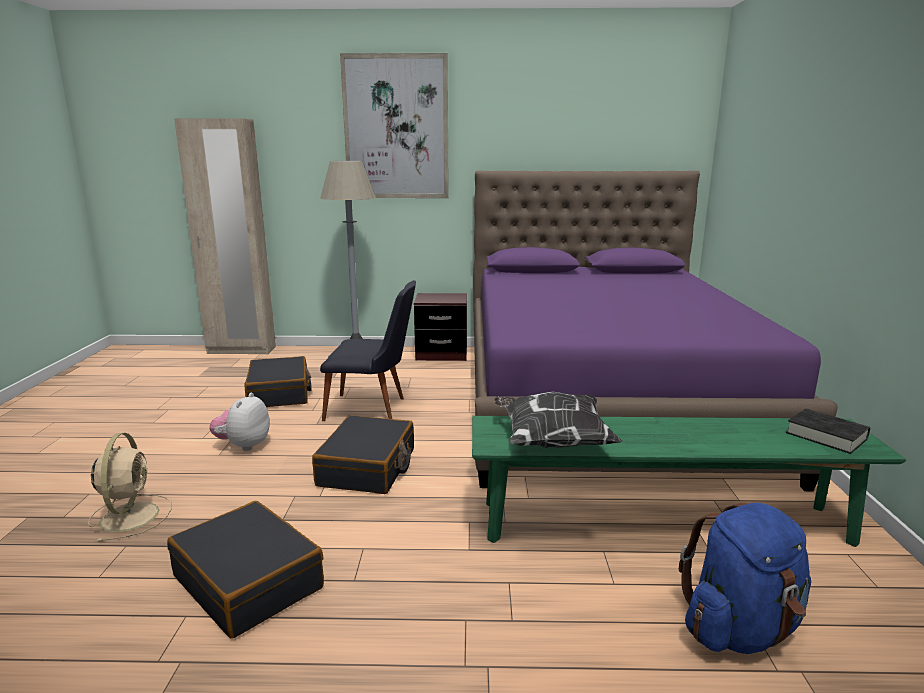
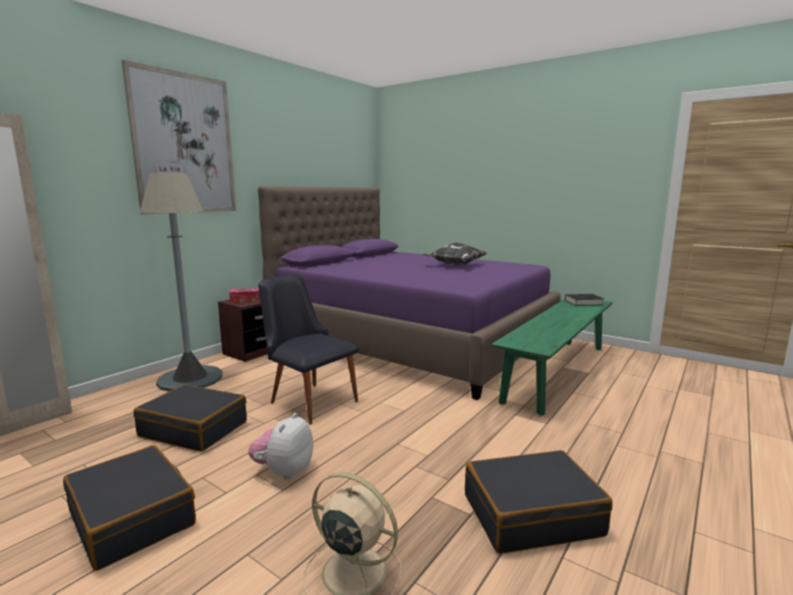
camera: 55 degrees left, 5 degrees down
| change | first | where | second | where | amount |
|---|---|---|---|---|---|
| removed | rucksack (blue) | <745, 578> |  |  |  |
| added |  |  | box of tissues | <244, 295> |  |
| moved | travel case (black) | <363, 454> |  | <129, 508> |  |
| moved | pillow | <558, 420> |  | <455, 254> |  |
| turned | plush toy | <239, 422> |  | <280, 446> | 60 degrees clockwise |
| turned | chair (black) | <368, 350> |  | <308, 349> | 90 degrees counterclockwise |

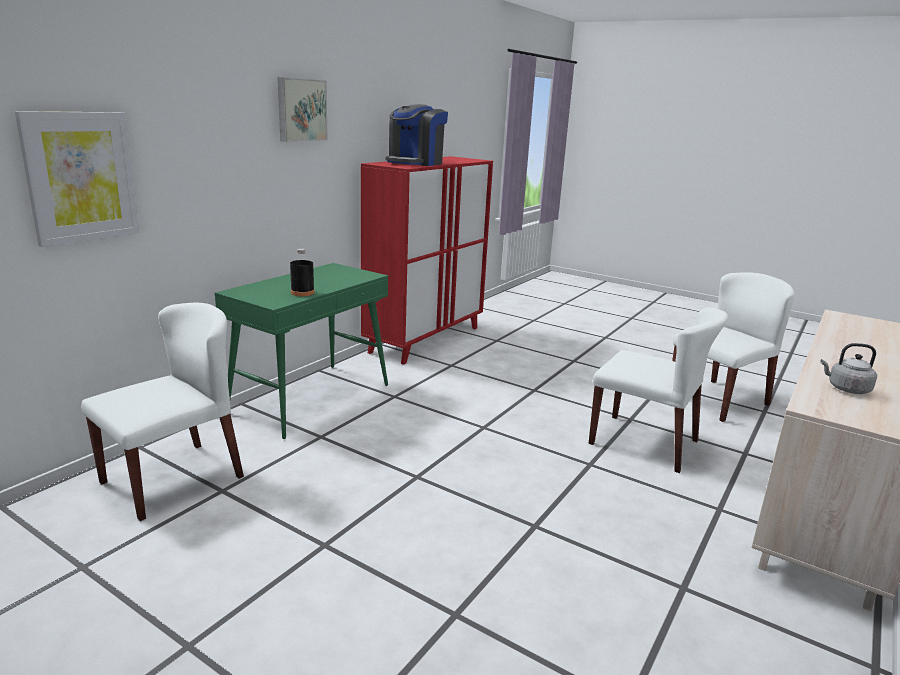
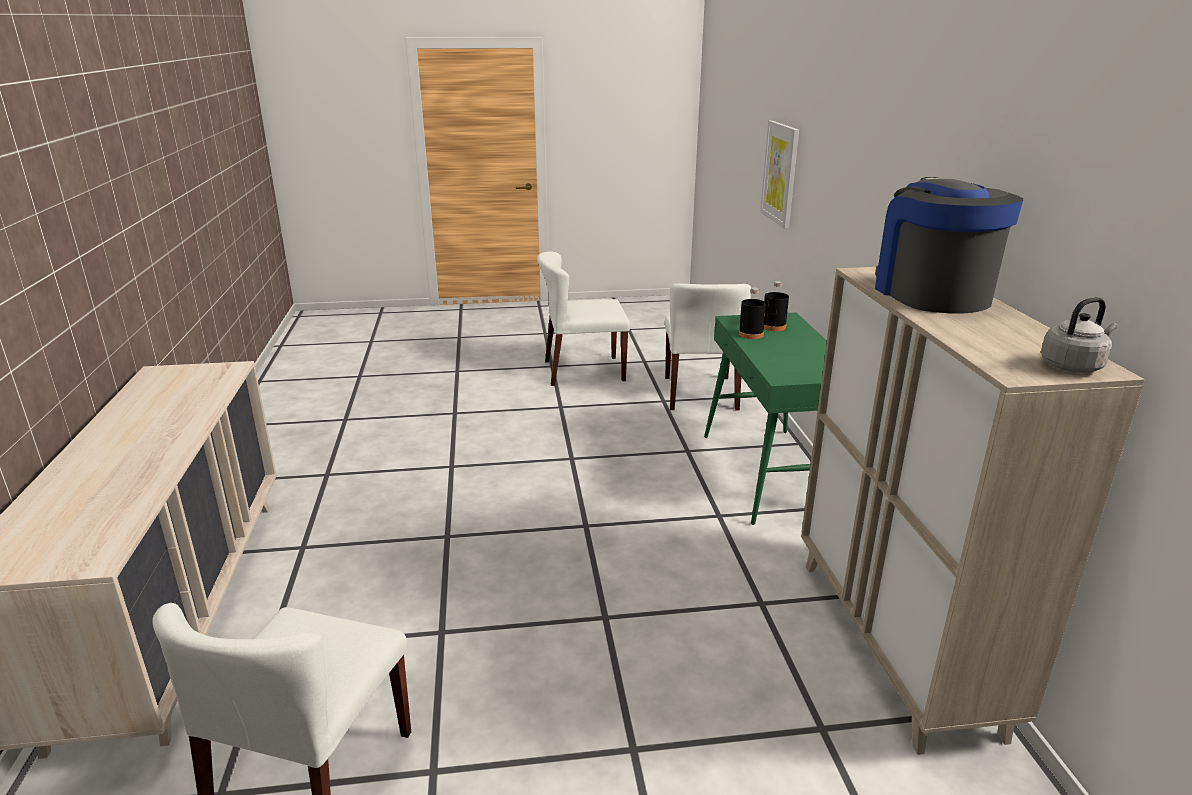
camera: 140 degrees right, 5 degrees up
| change | first | where | second | where | amount |
|---|---|---|---|---|---|
| removed | wall art | <303, 109> |  |  |  |
| added |  |  | bottle (black) | <776, 306> |  |
| moved | chair (whitish) | <658, 390> |  | <583, 318> |  |
| moved | water kettle (grey) | <848, 368> |  | <1079, 335> |  |
| recoloured | cabinet (red) | <427, 260> | cabinet (beige) | <973, 511> |  |

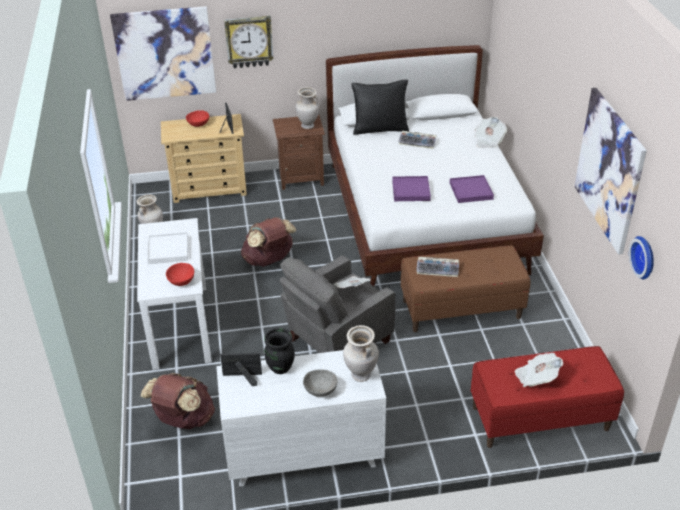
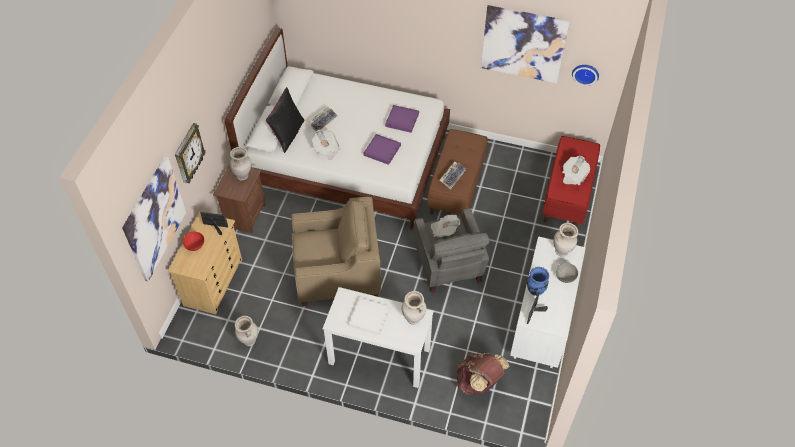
camera: 65 degrees left, 15 degrees up
| change | first | where | second | where | amount |
|---|---|---|---|---|---|
| moved | daily paper | <491, 132> |  | <326, 145> |  |
| replaced | bowl (red) | <180, 274> | flower vase (beige) | <414, 308> |  |
| replaced | rucksack (brown-coloured) | <269, 242> | easy chair (beige) | <336, 252> |  |
| recoloured | flower vase (black) | <279, 351> | flower vase (blue) | <538, 281> |  |

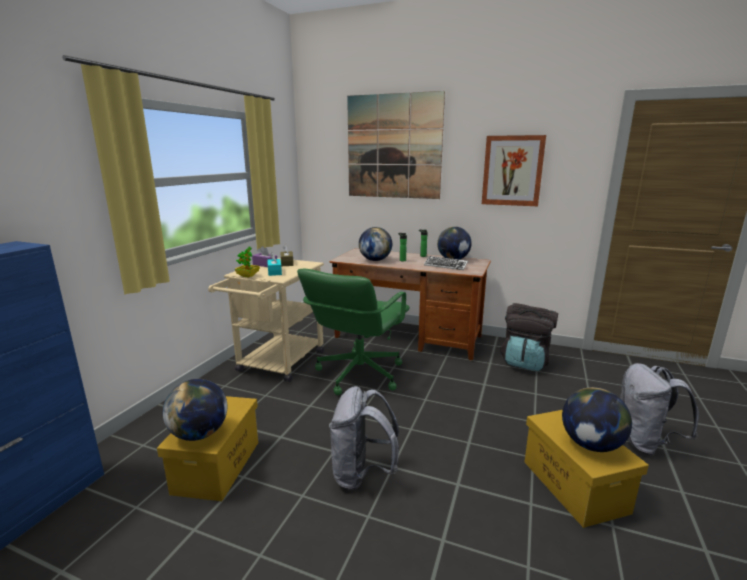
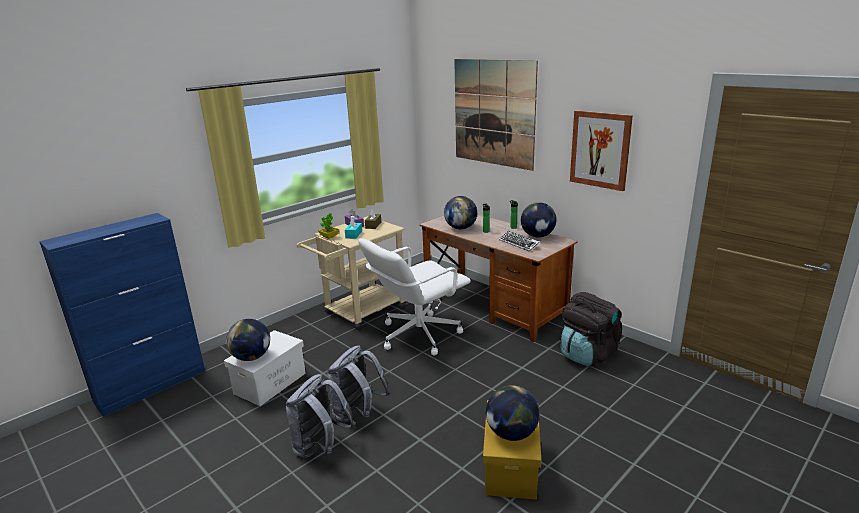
camera: 25 degrees right, 5 degrees up
| change | first | where | second | where | amount |
|---|---|---|---|---|---|
| moved | rucksack (grey) | <659, 409> |  | <320, 416> |  |
| recoloured | storage container (yellowish) | <207, 448> | storage container (whitish) | <265, 368> |  |
| recoloured | office chair (green) | <353, 332> | office chair (whitish) | <414, 297> |  |

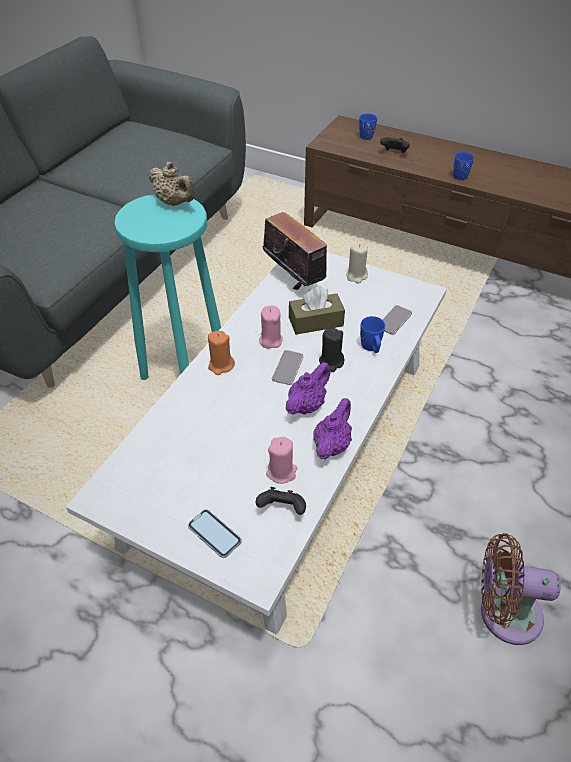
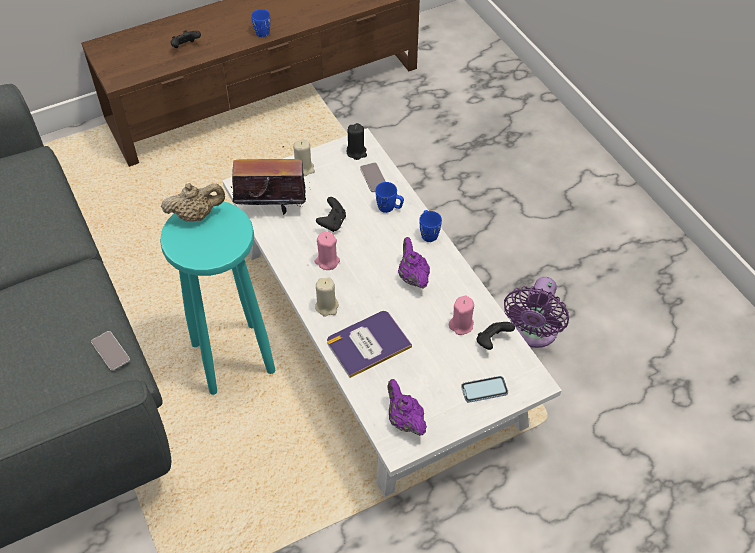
camera: 55 degrees left, 5 degrees up
| change | first | where | second | where | amount |
|---|---|---|---|---|---|
| removed | cooling fan (brown-coloured) | <521, 589> |  |  |  |
| added |  |  | bound book | <369, 344> |  |
| added |  |  | cooling fan (purple-coloured) | <536, 312> |  |
| moved | phone | <288, 367> |  | <110, 351> |  |
| moved | teapot (purple-coloured) | <332, 428> |  | <407, 407> |  |
| moved | wax candle (black) | <331, 349> |  | <357, 141> |  |
| moved | mug (blue) | <368, 126> |  | <430, 226> |  |
| replaced | box of tissues (brown-coloured) | <317, 311> | gamepad (black) | <331, 214> |  |
| recoloured | wax candle (orange-coloured) | <221, 353> | wax candle (beige) | <327, 296> |  |

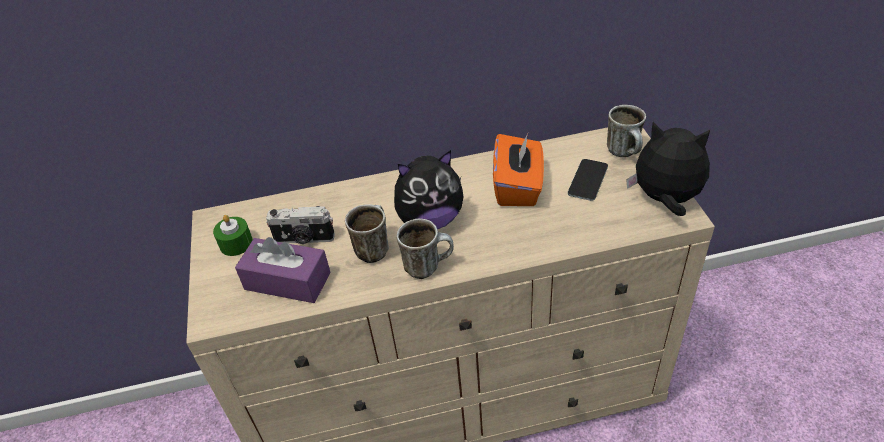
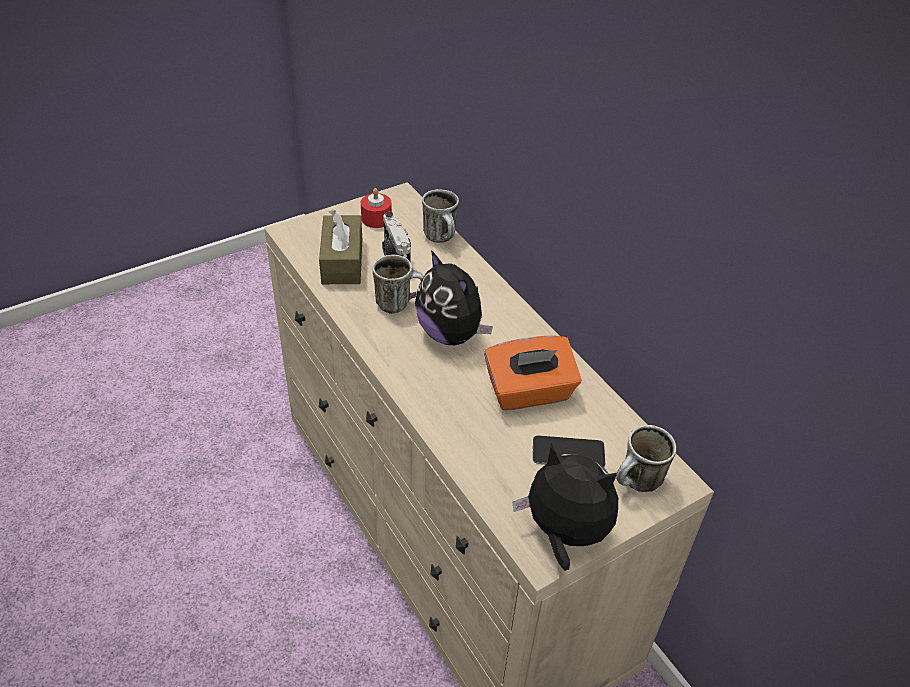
camera: 65 degrees right, 0 degrees up
| change | first | where | second | where | amount |
|---|---|---|---|---|---|
| moved | mug | <425, 249> |  | <440, 216> |  |
| recoloured | wax candle (green) | <233, 235> | wax candle (red) | <376, 208> |  |
| recoloured | box of tissues (purple-coloured) | <283, 270> | box of tissues (brown-coloured) | <340, 247> |  |
| turned | plush toy | <668, 169> |  | <565, 507> | 60 degrees counterclockwise |

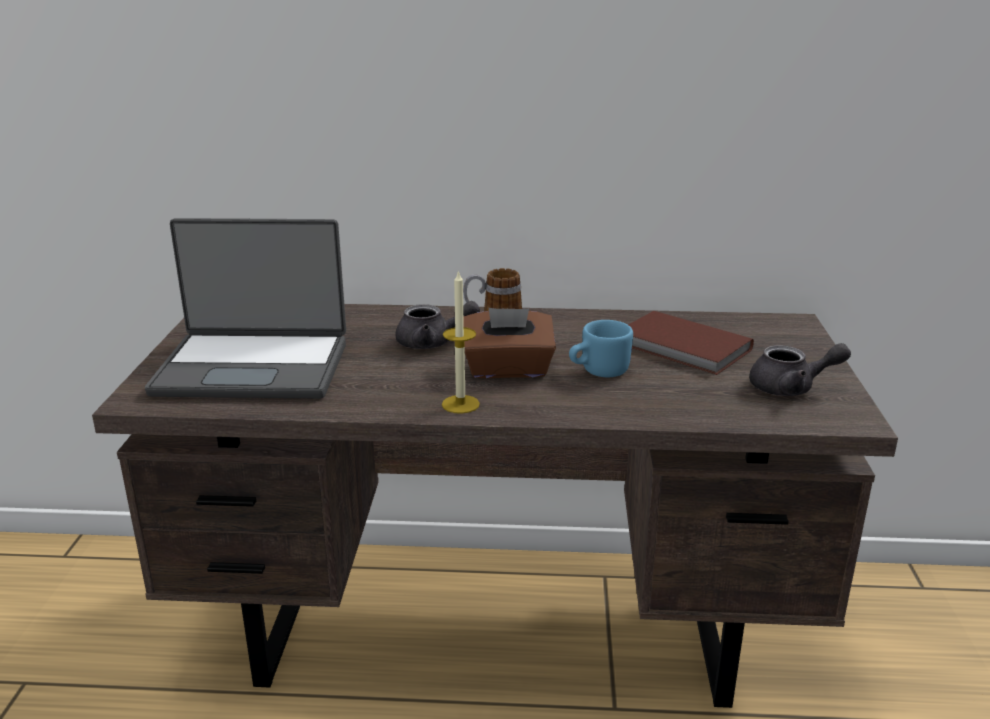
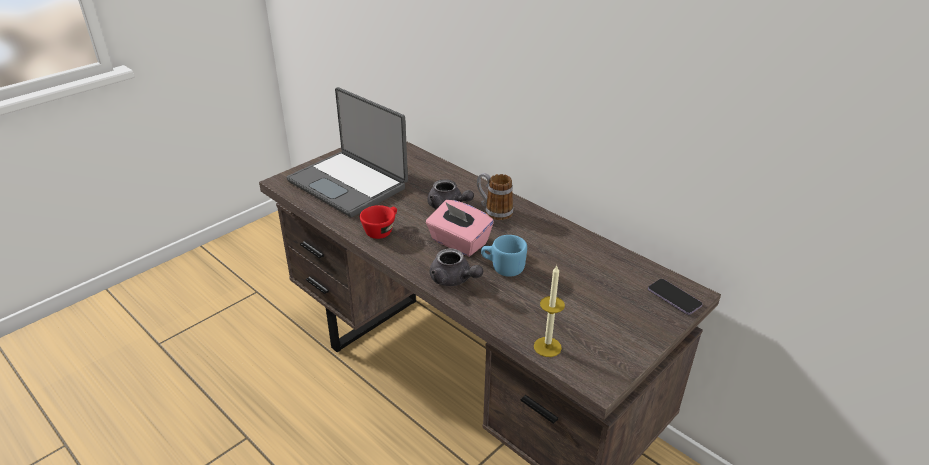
camera: 40 degrees right, 10 degrees up
| change | first | where | second | where | amount |
|---|---|---|---|---|---|
| removed | bound book (brown-coloured) | <691, 343> |  |  |  |
| added |  |  | cup (red) | <378, 222> |  |
| added |  |  | phone | <675, 297> |  |
| moved | wax candle | <461, 342> |  | <549, 311> |  |
| moved | teapot (grey) | <800, 369> |  | <456, 267> |  |
| recoloured | box of tissues (brown-coloured) | <509, 343> | box of tissues (pinkish) | <460, 228> |  |

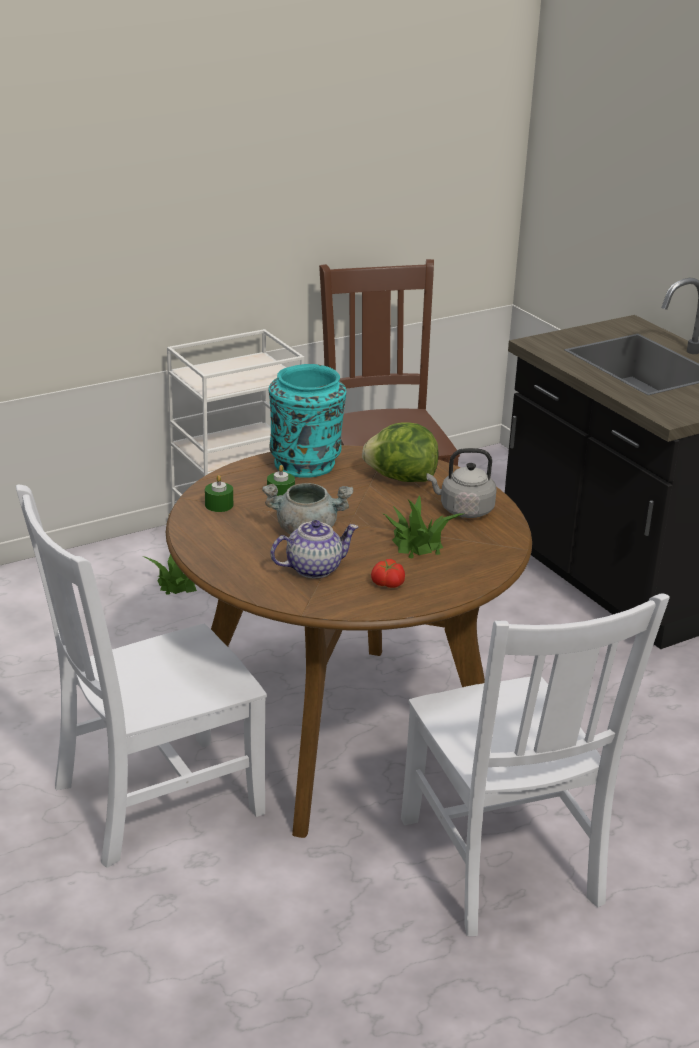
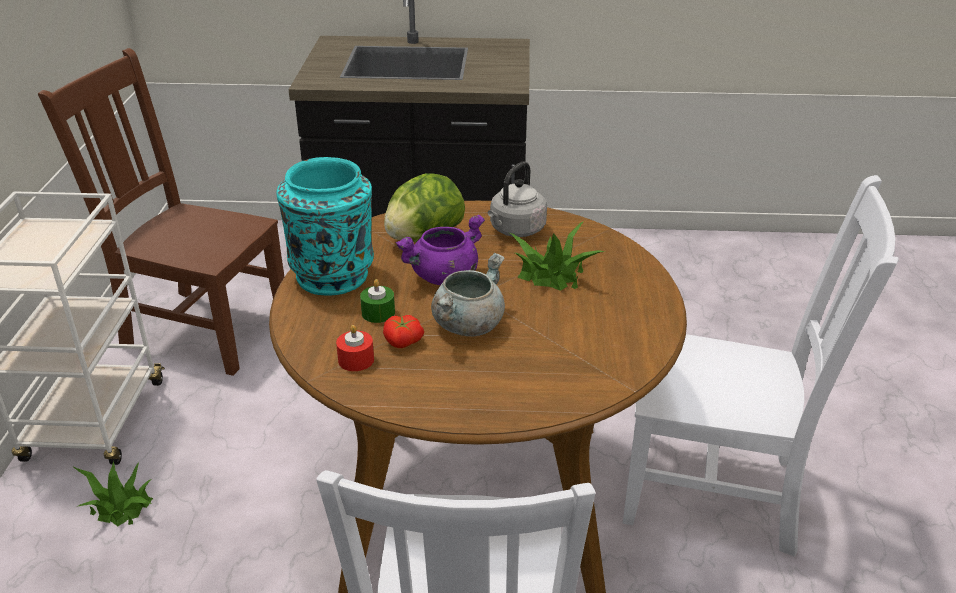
camera: 55 degrees left, 5 degrees up
| change | first | where | second | where | amount |
|---|---|---|---|---|---|
| removed | teapot | <315, 549> |  |  |  |
| added |  |  | cooking pot (purple-coloured) | <440, 249> |  |
| moved | fresh tomato | <388, 573> |  | <403, 331> |  |
| recoloured | wax candle (green) | <219, 493> | wax candle (red) | <355, 348> |  |

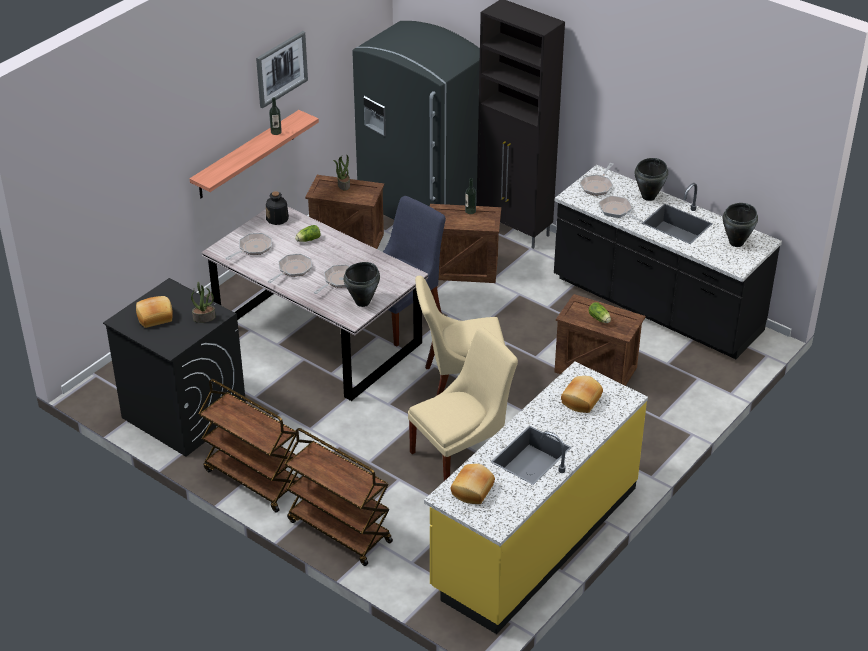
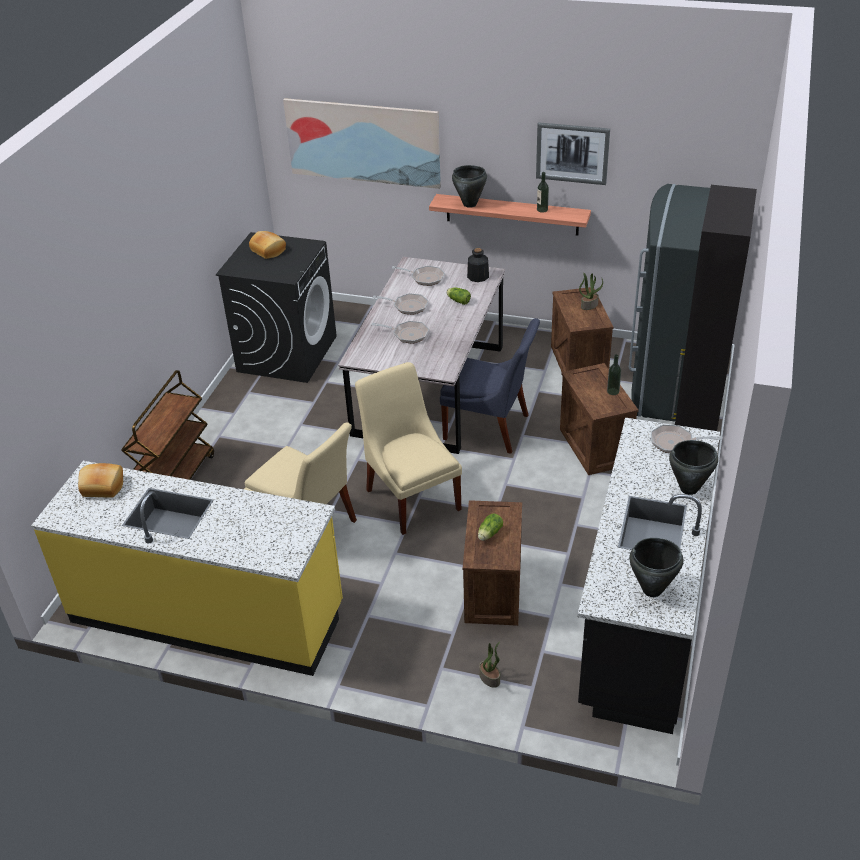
camera: 70 degrees right, 0 degrees up
| change | first | where | second | where | amount |
|---|---|---|---|---|---|
| removed | cart (brown-coloured) | <248, 446> |  |  |  |
| removed | bakery bread | <582, 394> |  |  |  |
| removed | skillet | <621, 209> |  |  |  |
| added |  |  | wall art | <362, 143> |  |
| moved | plant in a pot | <203, 302> |  | <489, 665> |  |
| moved | cooking pot (black) | <362, 284> |  | <469, 186> |  |

